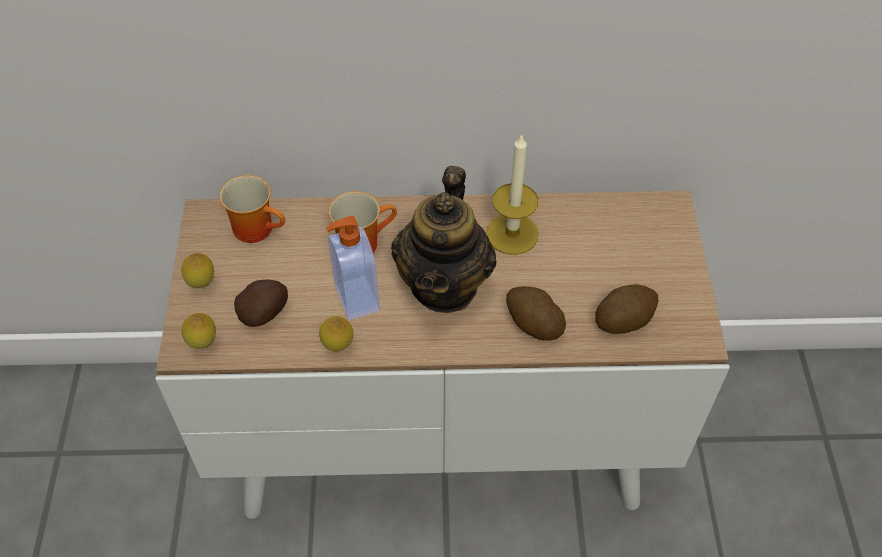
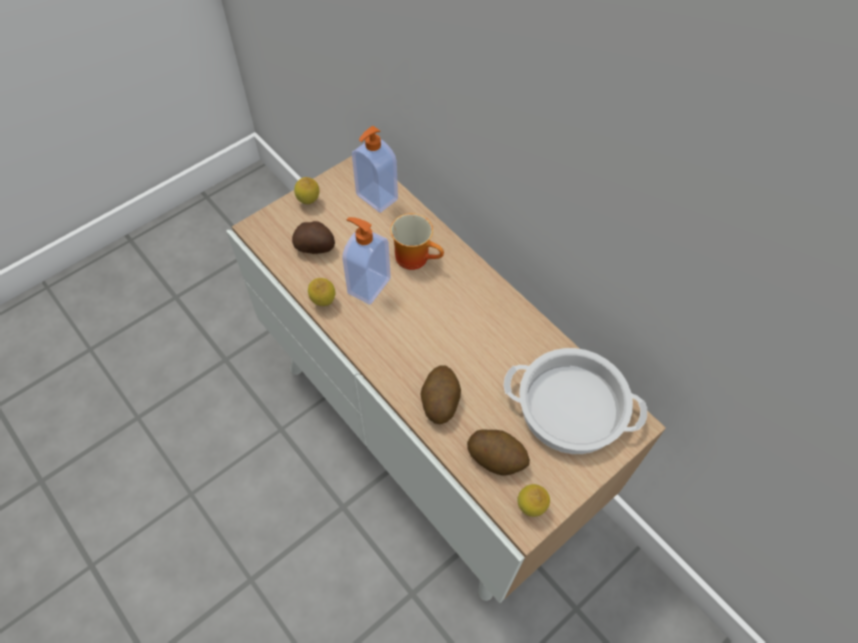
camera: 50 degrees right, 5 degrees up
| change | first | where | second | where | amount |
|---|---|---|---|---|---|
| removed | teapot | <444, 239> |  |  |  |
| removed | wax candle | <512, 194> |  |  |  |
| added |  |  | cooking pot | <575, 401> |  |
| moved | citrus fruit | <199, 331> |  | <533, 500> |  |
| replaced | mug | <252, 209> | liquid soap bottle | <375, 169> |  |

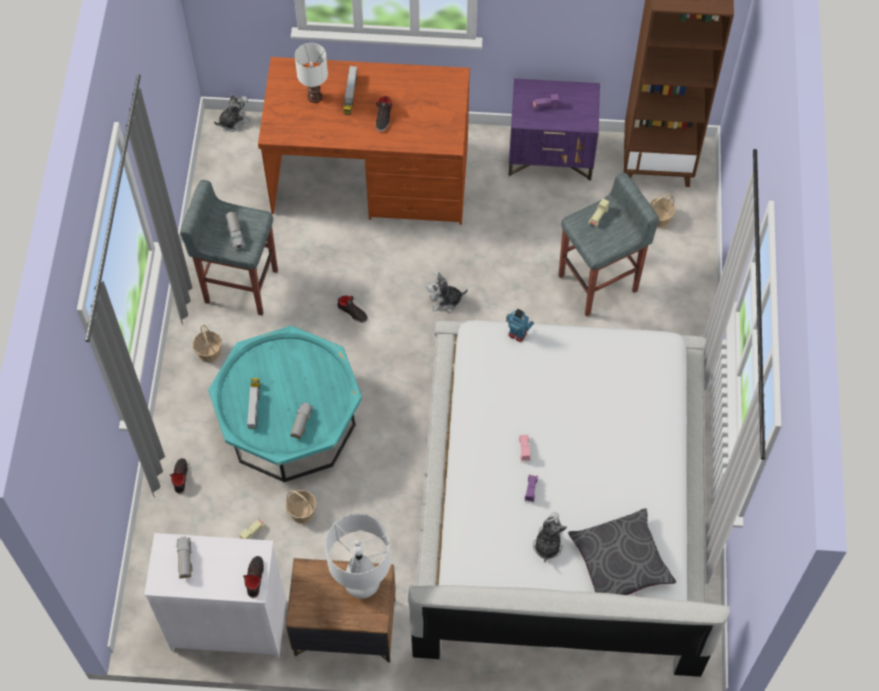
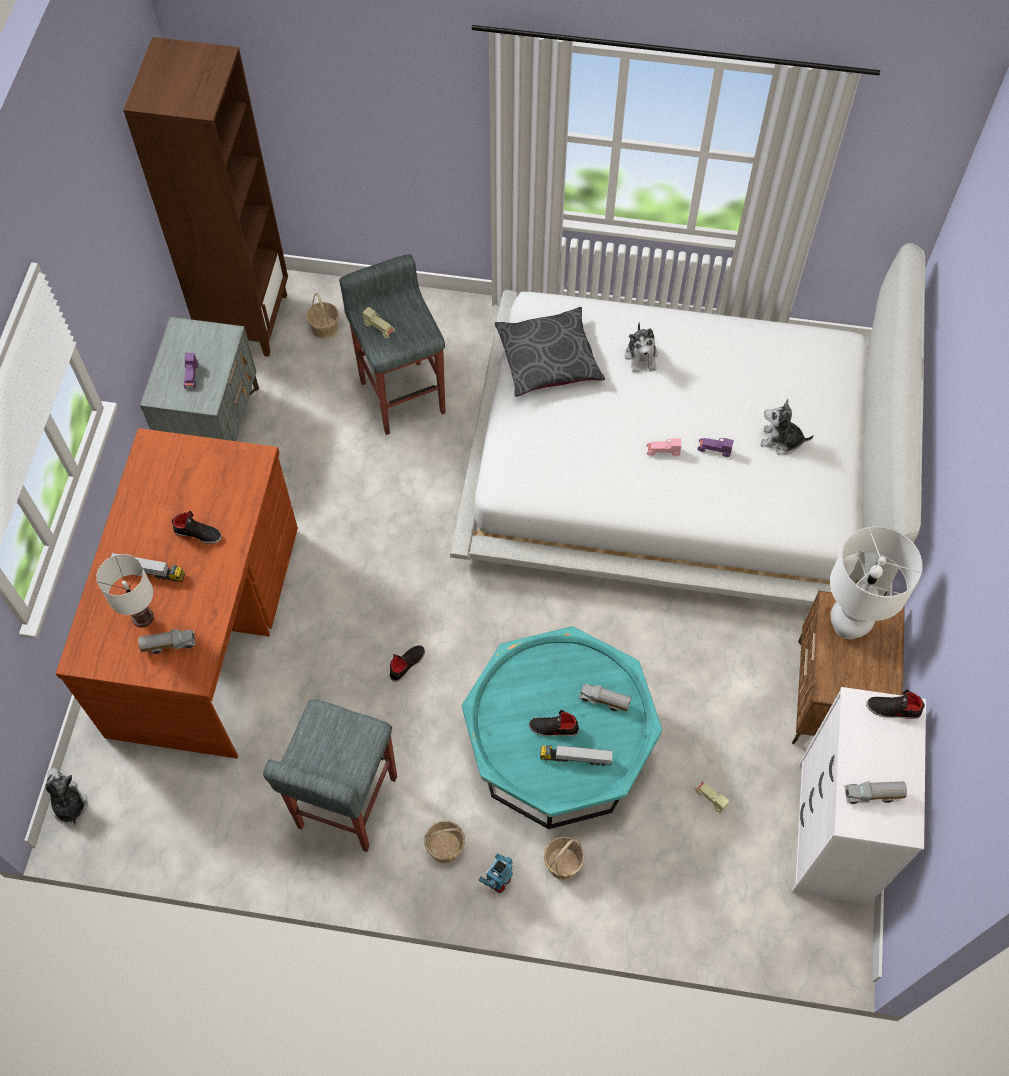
camera: 85 degrees left, 0 degrees up
| change | first | where | second | where | amount |
|---|---|---|---|---|---|
| moved | low shoe (black) | <178, 476> |  | <554, 723> |  |
| moved | toy lorry | <235, 231> |  | <166, 641> |  |
| moved | household basket | <301, 507> |  | <564, 858> |  |
| moved | plush toy | <447, 292> |  | <641, 347> |  |
| moved | model robot | <520, 325> |  | <496, 873> |  |
| moved | pillow (grey) | <622, 551> |  | <550, 352> |  |
| recoloured | bedside table (purple-coloured) | <554, 130> | bedside table (grey) | <199, 379> |  |

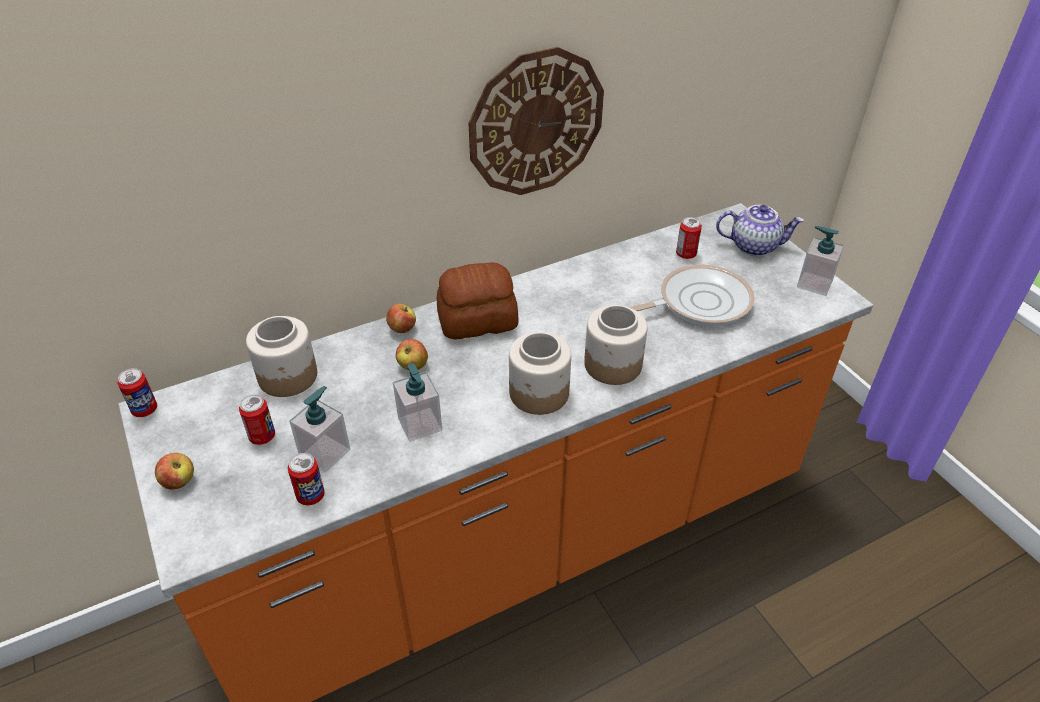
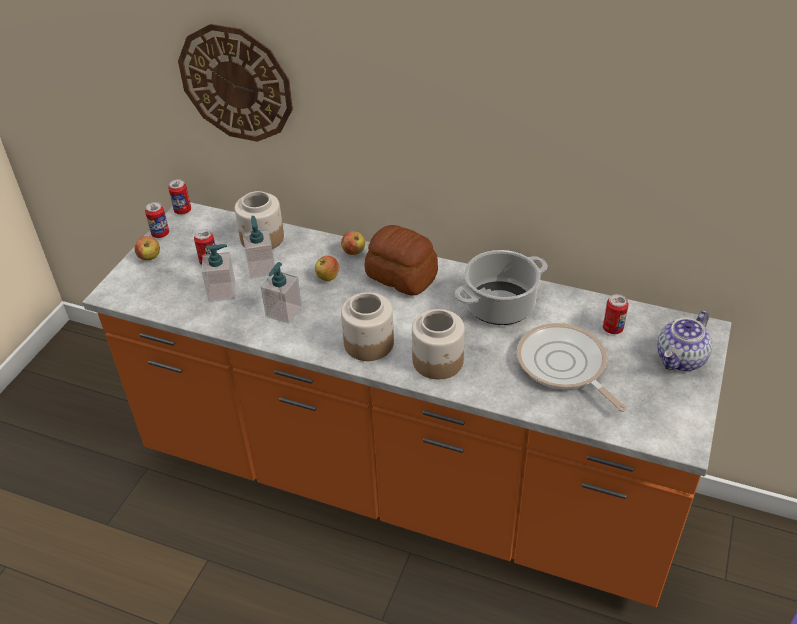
camera: 50 degrees right, 0 degrees up
| change | first | where | second | where | amount |
|---|---|---|---|---|---|
| added |  |  | cooking pot | <501, 287> |  |
| moved | sealed can | <306, 479> |  | <157, 220> |  |
| moved | hanging clock | <536, 121> |  | <235, 83> |  |
| moved | liquid soap bottle | <820, 261> |  | <259, 247> |  |
| turned | skillet | <692, 295> |  | <572, 367> | 150 degrees counterclockwise |
| turned | teapot | <760, 230> |  | <684, 340> | 75 degrees clockwise |

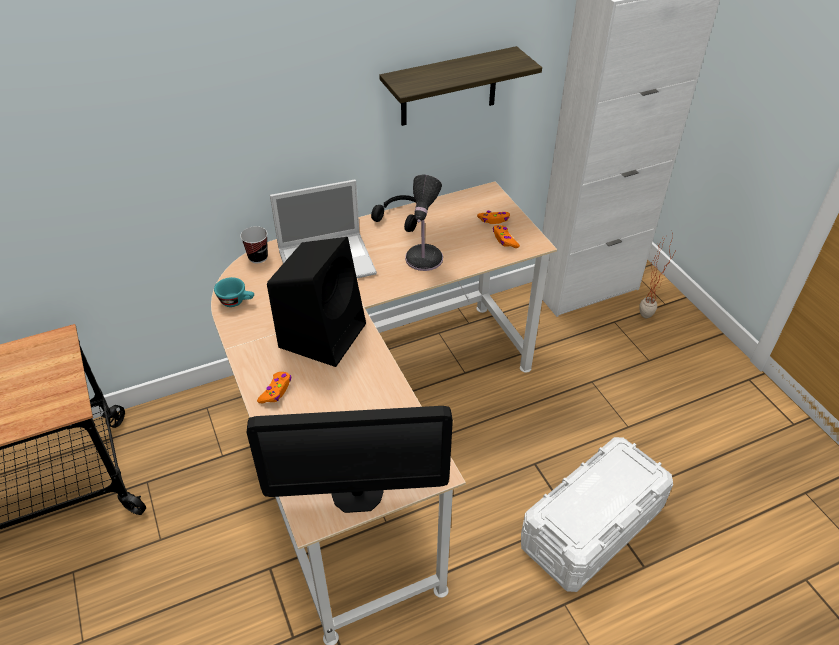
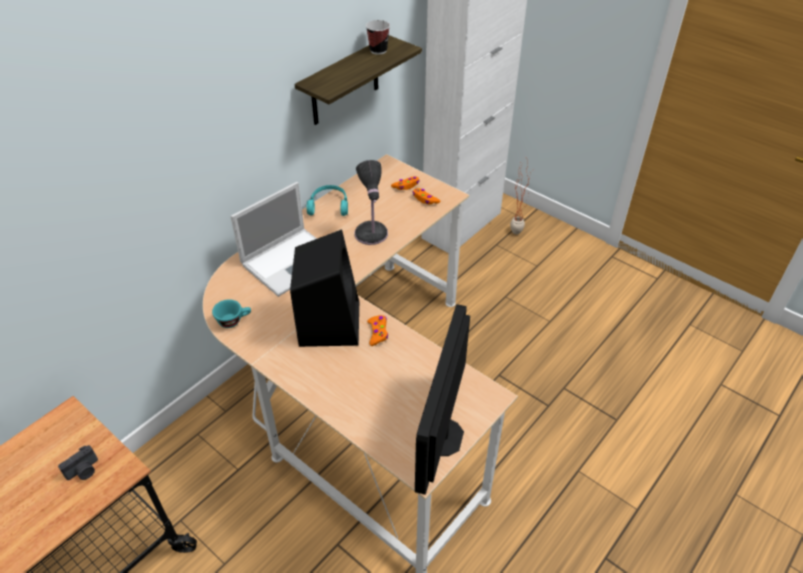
camera: 25 degrees left, 0 degrees up
| change | first | where | second | where | amount |
|---|---|---|---|---|---|
| removed | storage container (whitish) | <597, 514> |  |  |  |
| added |  |  | photo camera | <78, 462> |  |
| moved | cup | <254, 244> |  | <378, 37> |  |
| moved | gamepad (orange-coloured) | <274, 387> |  | <377, 330> |  |
| recoloured | pair of headphones (black) | <394, 213> | pair of headphones (turquoise) | <327, 200> |  |
| turned | computer screen | <349, 459> |  | <442, 399> | 135 degrees clockwise |

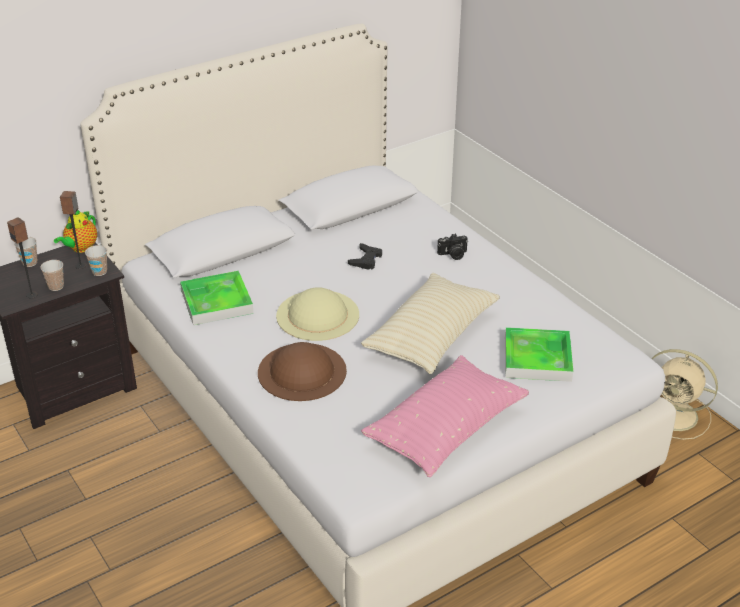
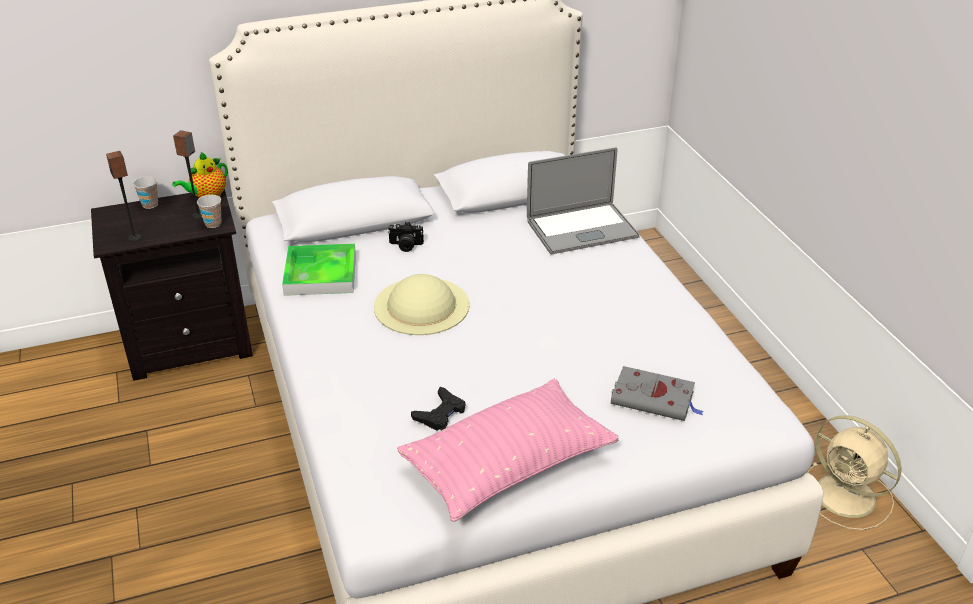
camera: 15 degrees right, 0 degrees up
| change | first | where | second | where | amount |
|---|---|---|---|---|---|
| removed | cup | <52, 275> |  |  |  |
| removed | hat (brown-coloured) | <302, 371> |  |  |  |
| removed | pillow (beige) | <430, 323> |  |  |  |
| added |  |  | notebook computer | <583, 201> |  |
| moved | gamepad (black) | <365, 256> |  | <438, 409> |  |
| moved | photo camera | <452, 247> |  | <406, 237> |  |
| replaced | carrying tray | <539, 354> | bound book (grey) | <657, 393> |  |

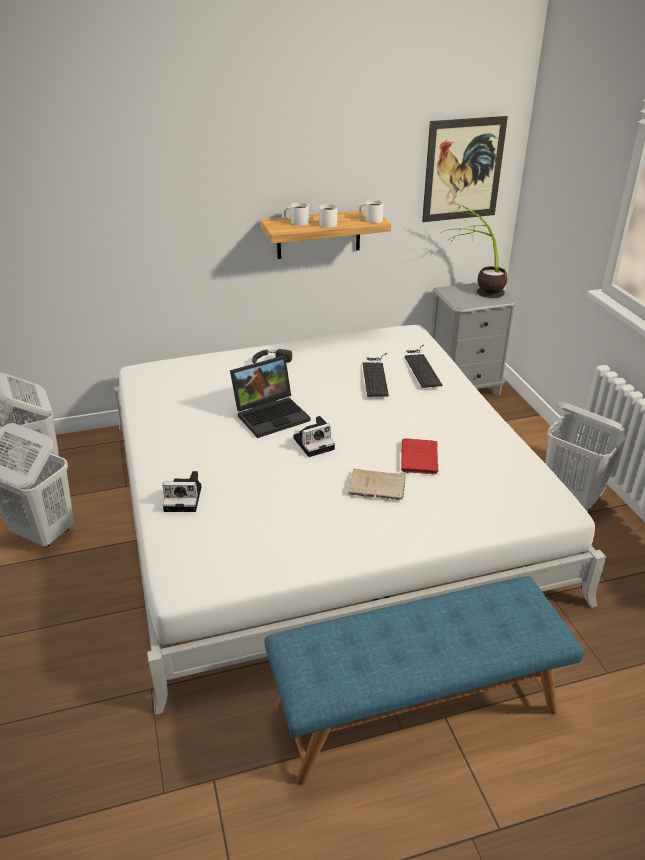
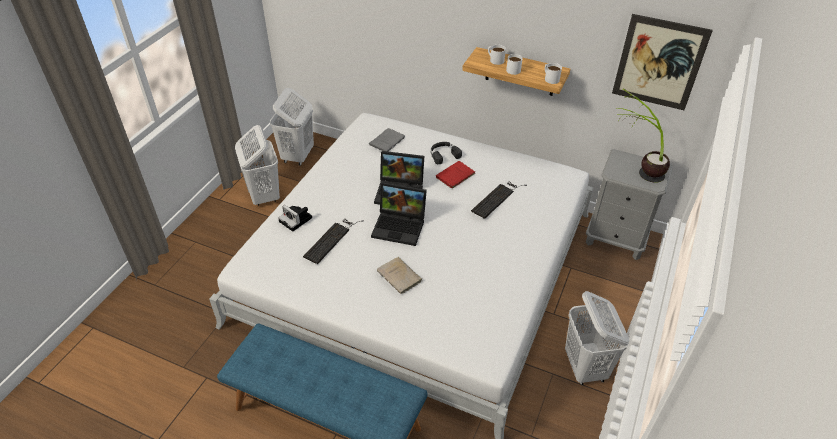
camera: 40 degrees right, 10 degrees up
| change | first | where | second | where | amount |
|---|---|---|---|---|---|
| added |  |  | bound book (grey) | <387, 139> |  |
| moved | bound book (red) | <420, 456> |  | <455, 174> |  |
| moved | keyboard | <423, 366> |  | <333, 241> |  |
| replaced | photo camera | <314, 436> | notebook computer | <399, 214> |  |

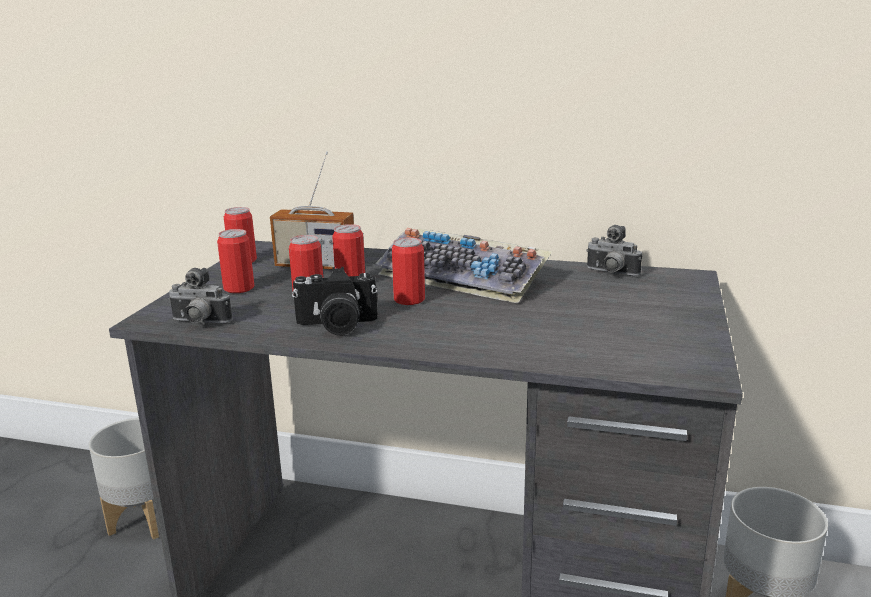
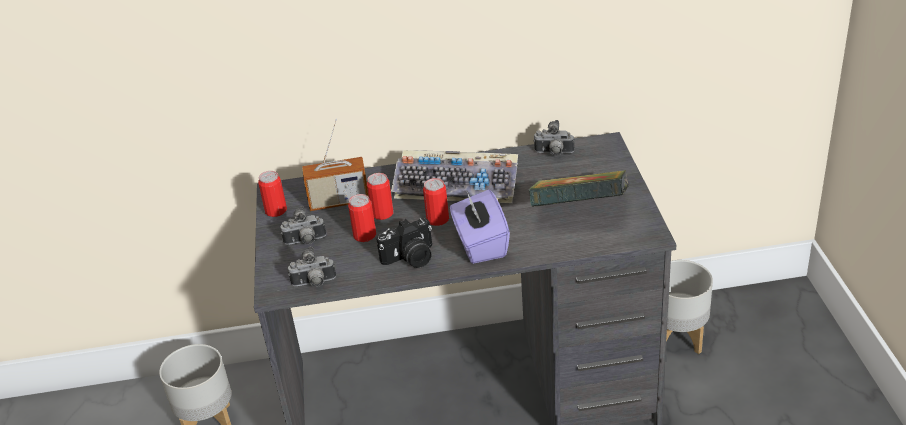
camera: 20 degrees left, 15 degrees up
| change | first | where | second | where | amount |
|---|---|---|---|---|---|
| added |  |  | box of tissues (purple-coloured) | <480, 227> |  |
| added |  |  | bound book | <578, 188> |  |
| replaced | sealed can | <235, 261> | photo camera | <303, 225> |  |

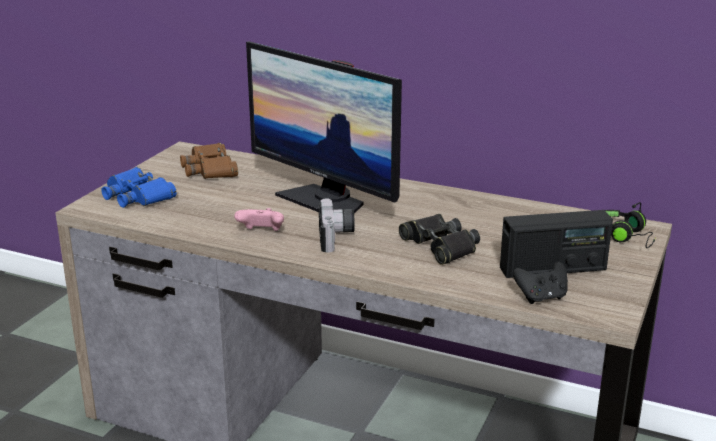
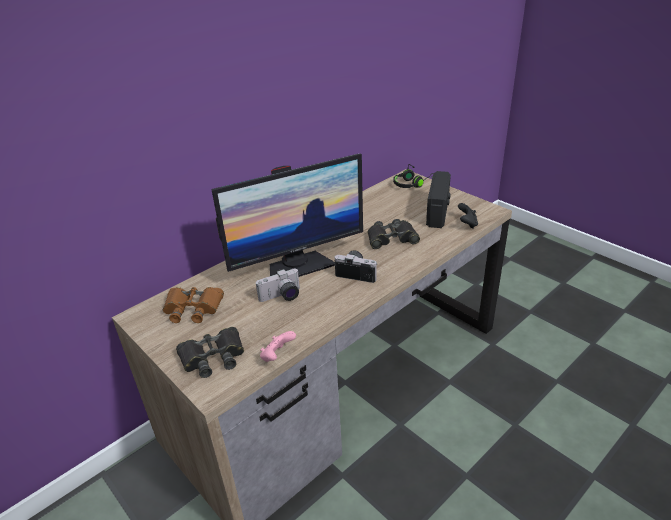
camera: 65 degrees left, 10 degrees up
| change | first | where | second | where | amount |
|---|---|---|---|---|---|
| added |  |  | photo camera | <278, 285> |  |
| moved | gamepad (pinkish) | <259, 219> |  | <278, 346> |  |
| recoloured | pair of binoculars (blue) | <139, 187> | pair of binoculars (black) | <210, 352> |  |

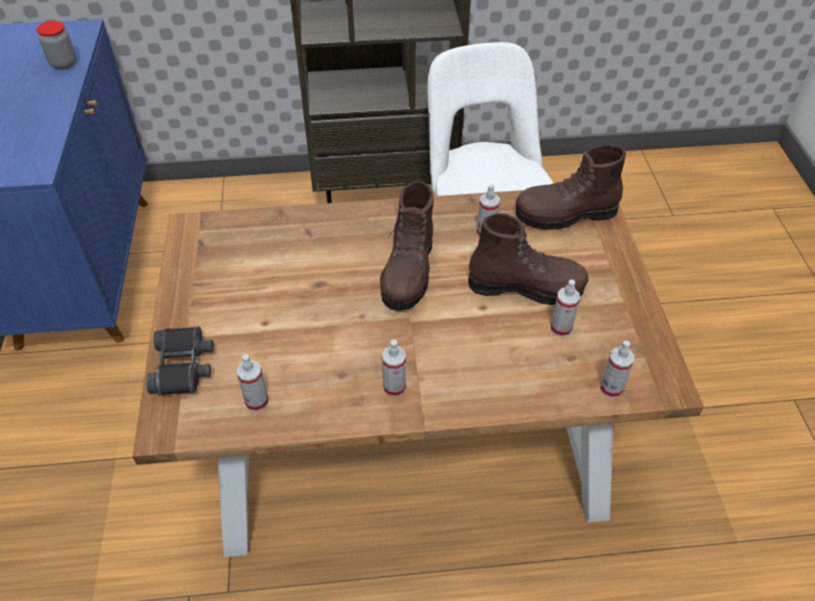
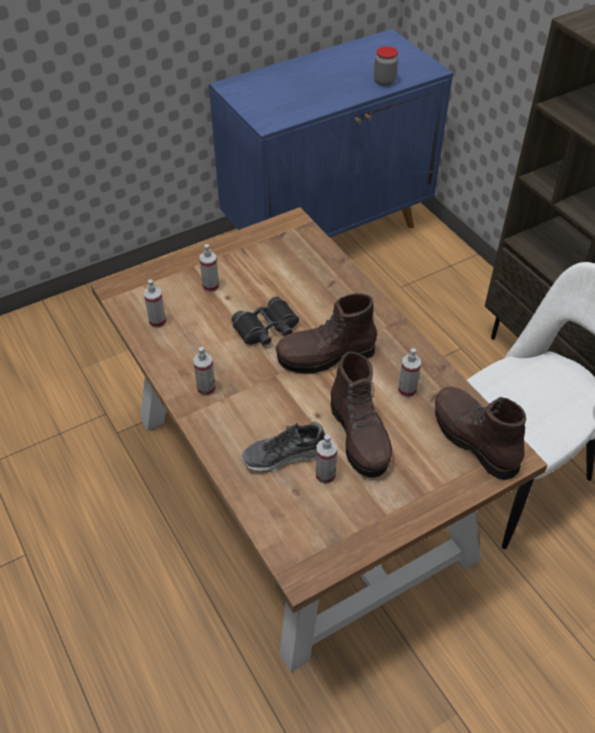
camera: 65 degrees right, 0 degrees up
| change | first | where | second | where | amount |
|---|---|---|---|---|---|
| added |  |  | low shoe | <283, 447> |  |
| moved | pair of binoculars (black) | <180, 360> |  | <265, 321> |  |
| moved | hand sprayer | <617, 369> |  | <209, 268> |  |

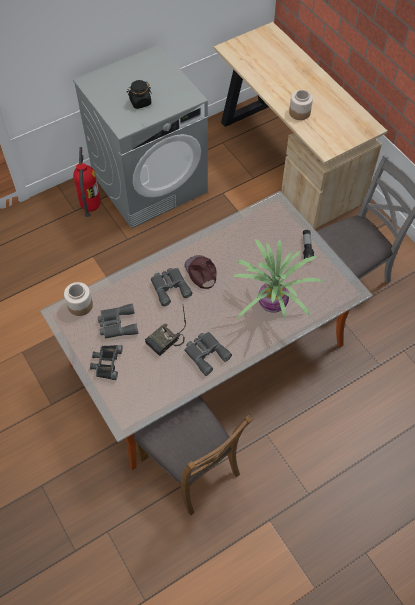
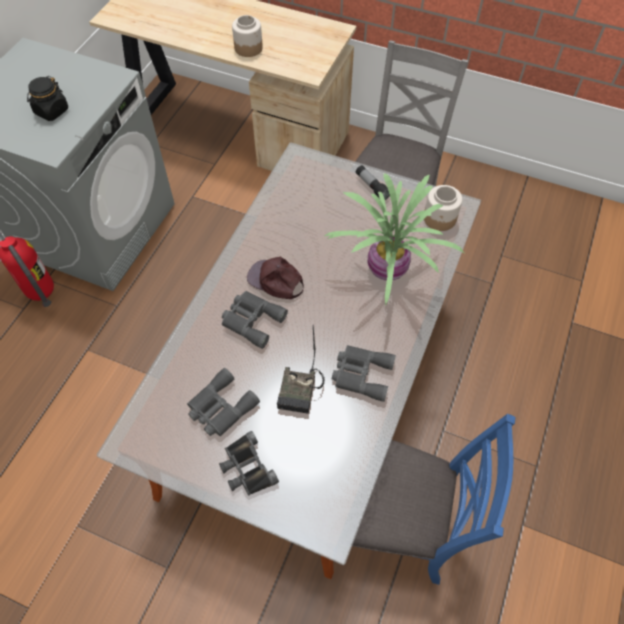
camera: 35 degrees left, 0 degrees up
| change | first | where | second | where | amount |
|---|---|---|---|---|---|
| moved | storage jar | <78, 299> |  | <443, 208> |  |
| recoloured | chair (brown-coloured) | <193, 456> | chair (blue) | <433, 499> |  |

